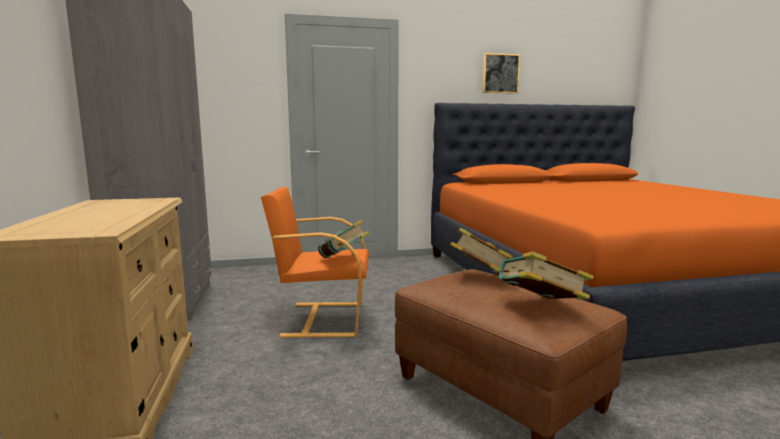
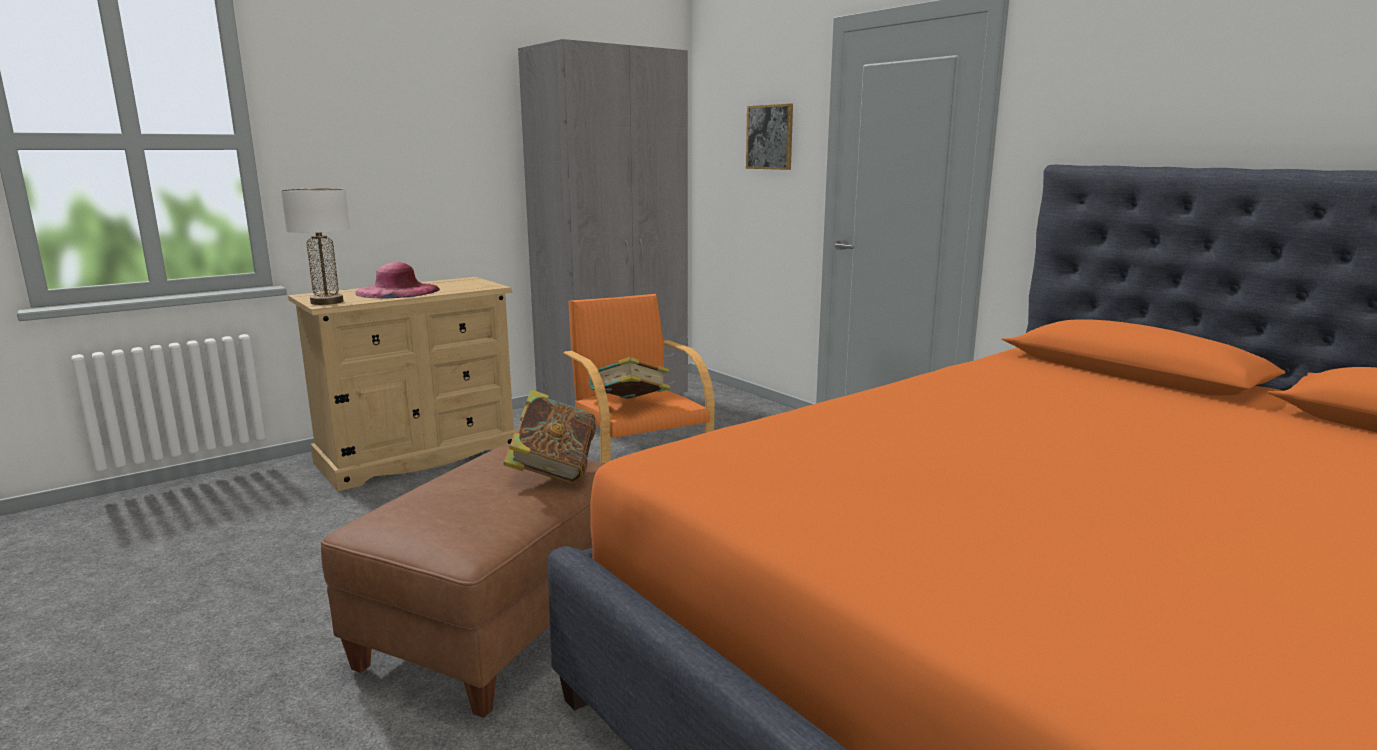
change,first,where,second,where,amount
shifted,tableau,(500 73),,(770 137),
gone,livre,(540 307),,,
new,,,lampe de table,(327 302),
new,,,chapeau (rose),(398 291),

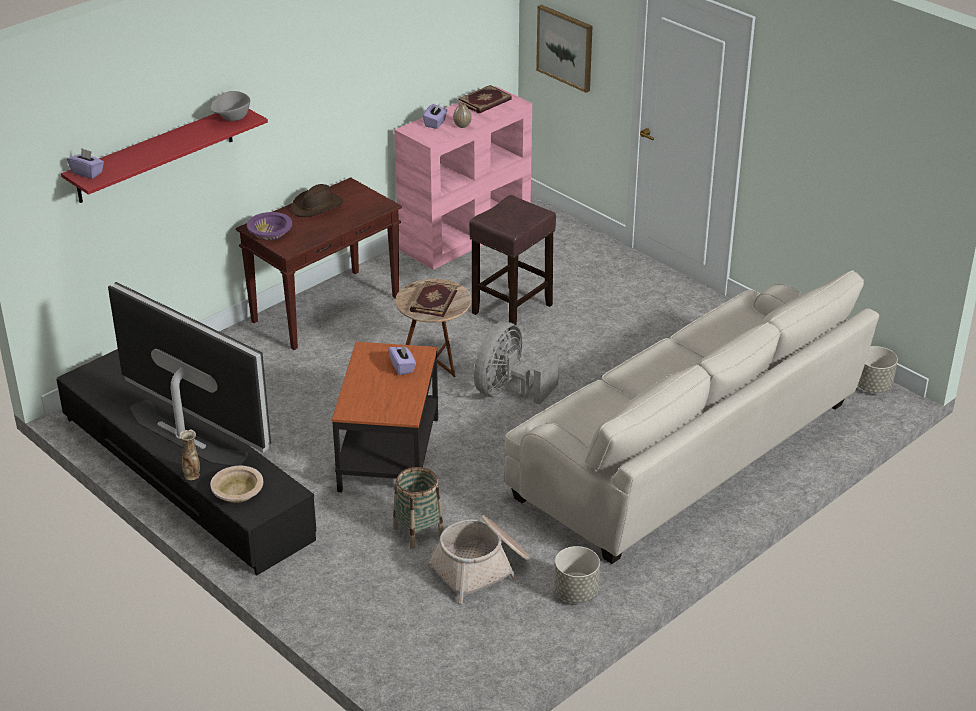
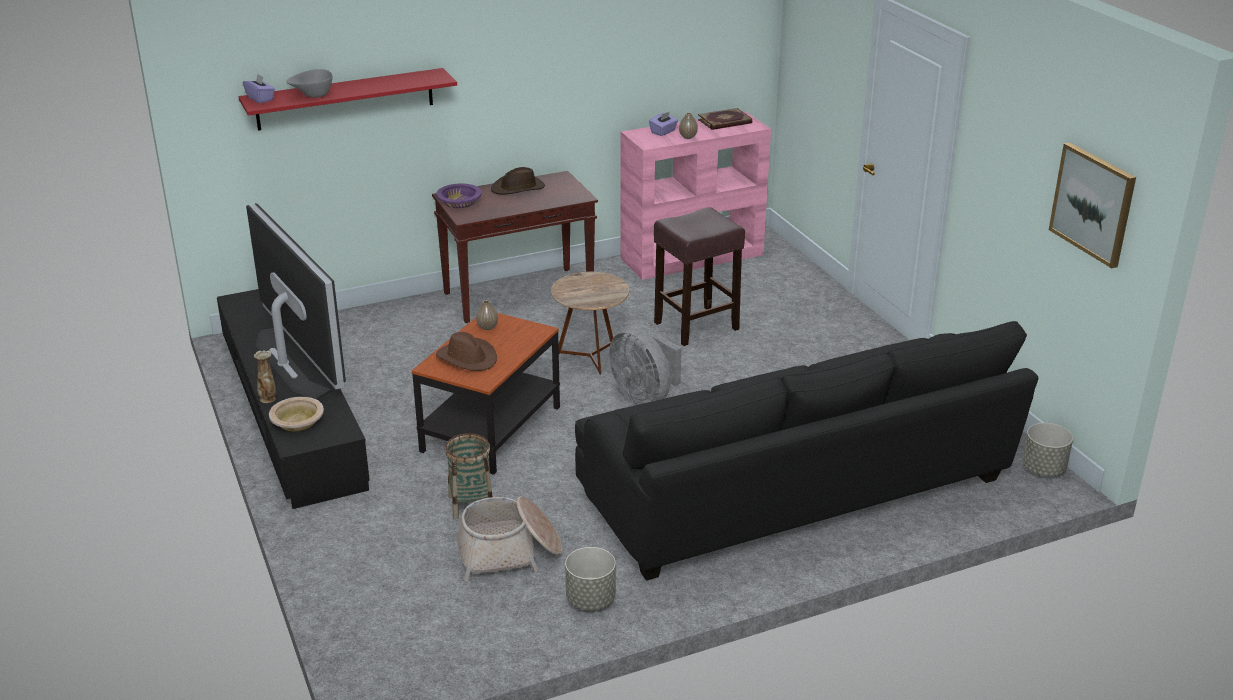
change,first,where,second,where,amount
shifted,bol (gris),(231 118),,(312 95),
gone,boîte à mouchoirs (violet),(402 367),,,
gone,livre,(433 301),,,
rotated,ventilateur (gris),(508 391),,(645 397),90 degrees counterclockwise
repainted,canapé (blanc),(688 453),canapé (noir),(796 491),
shifted,tableau,(565 47),,(1093 204),
new,,,chapeau (marron),(467 358),
new,,,vase,(487 327),

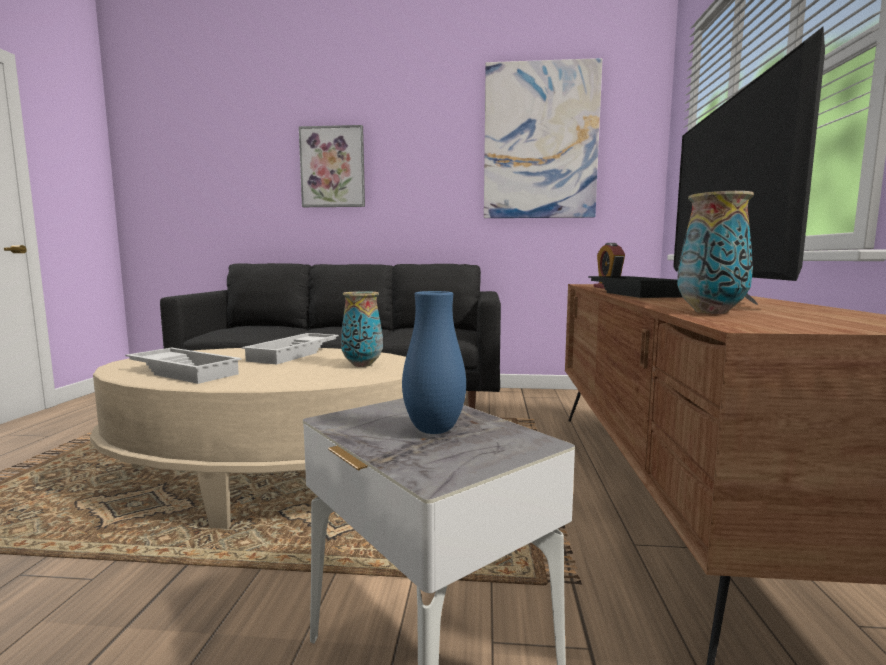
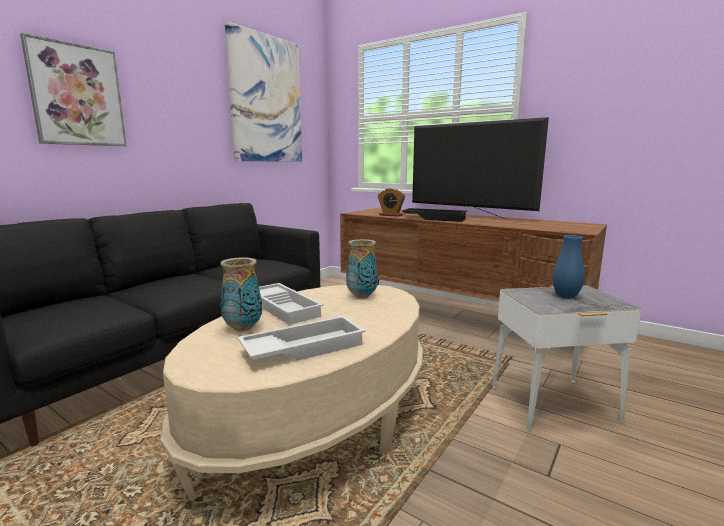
change,first,where,second,where,amount
shifted,vase,(710 312),,(243 328),

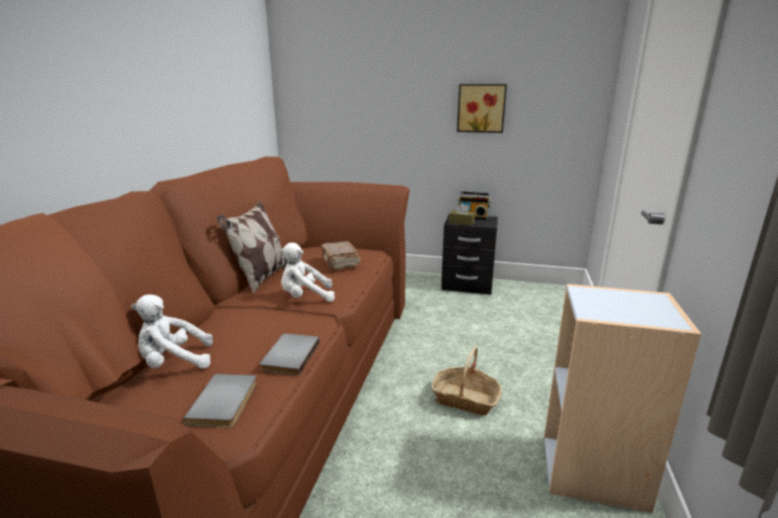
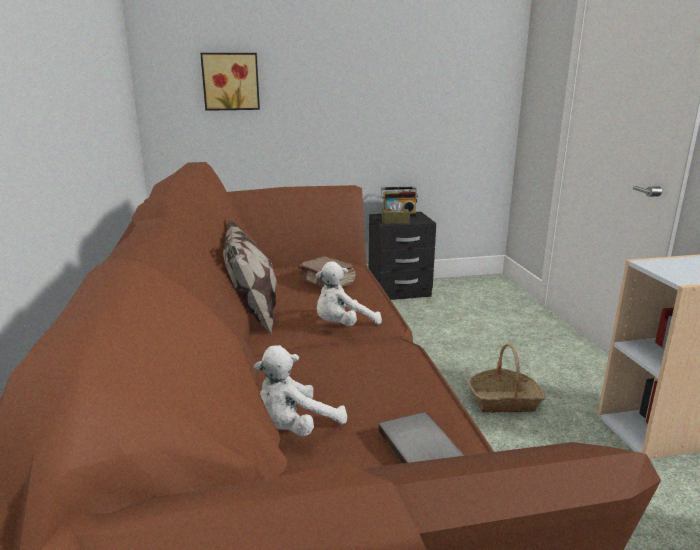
change,first,where,second,where,amount
gone,livre (gris),(288 356),,,
shifted,tableau,(481 108),,(230 81),

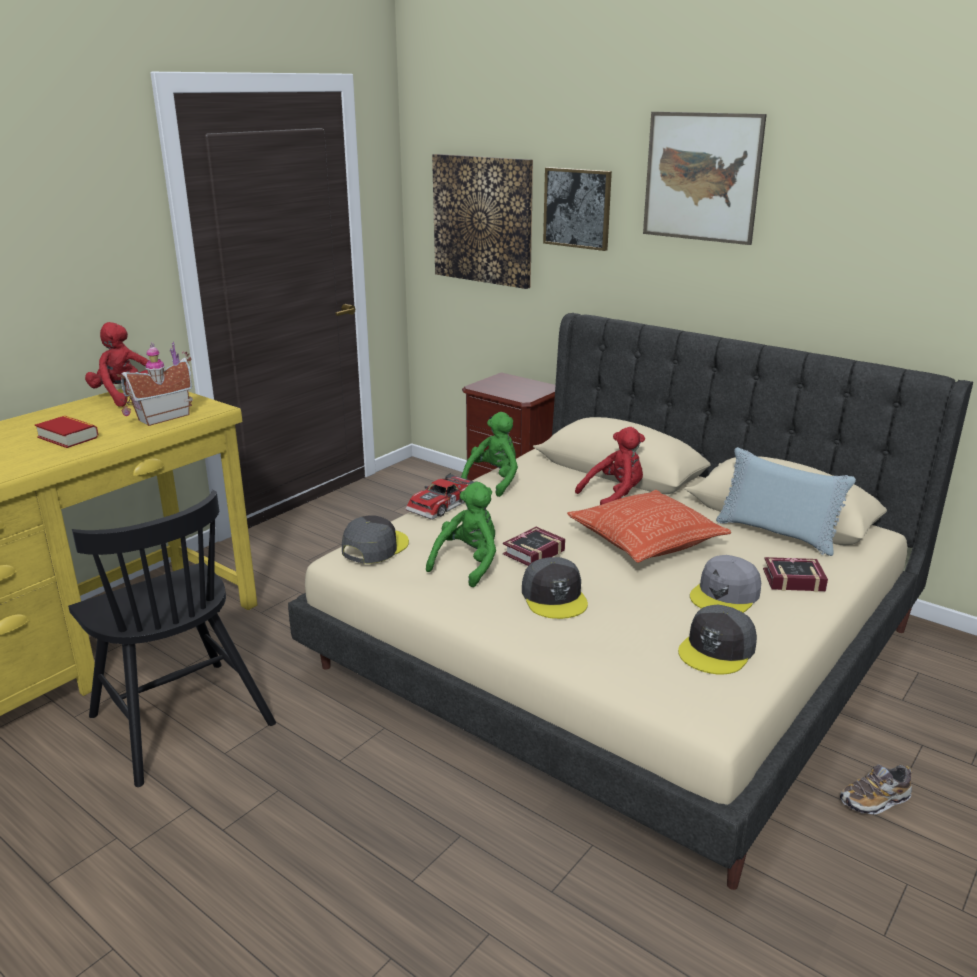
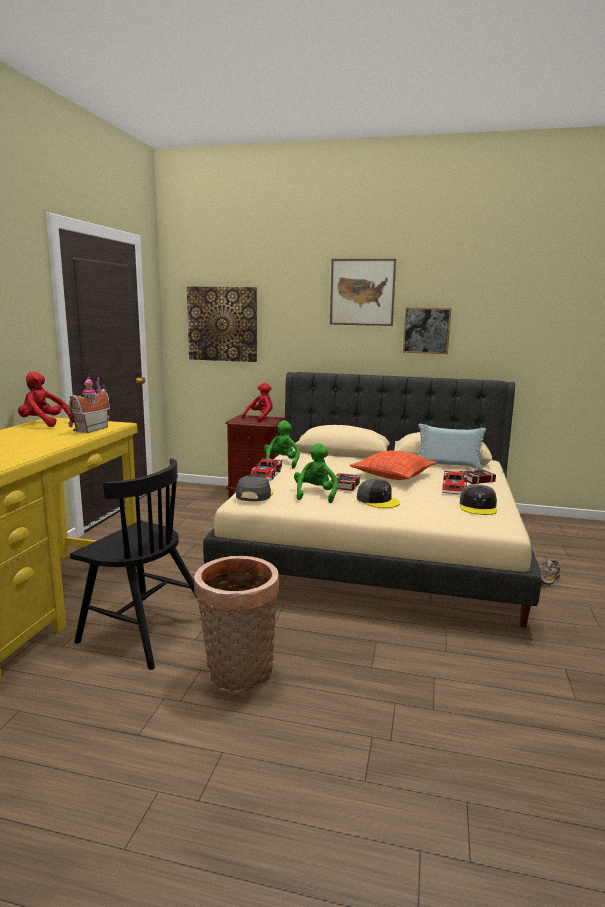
change,first,where,second,where,amount
gone,livre,(68 437),,,
shifted,tableau,(577 208),,(426 330),
shifted,peluche (rouge),(614 496),,(260 418),
swapped,casquette (gris),(725 595),petite voiture,(455 488),
new,,,panier,(238 676),

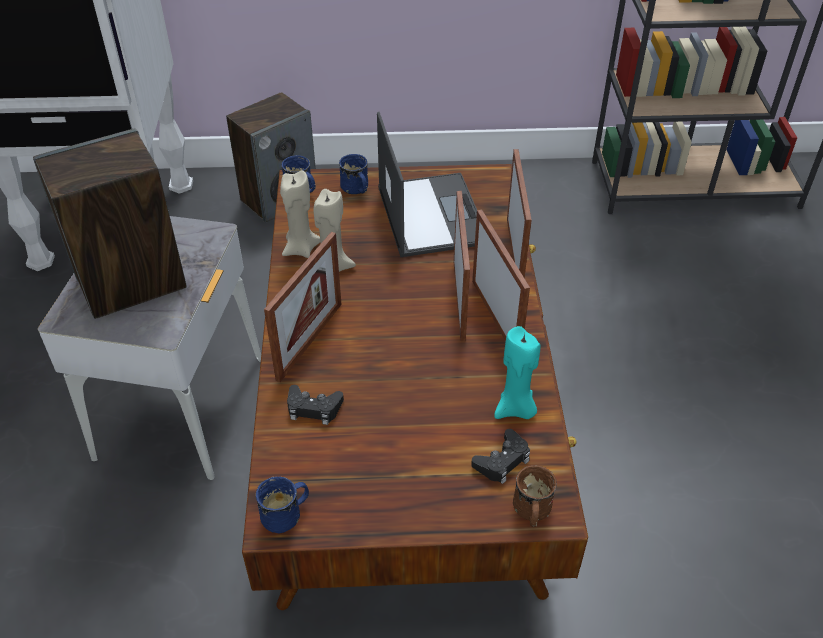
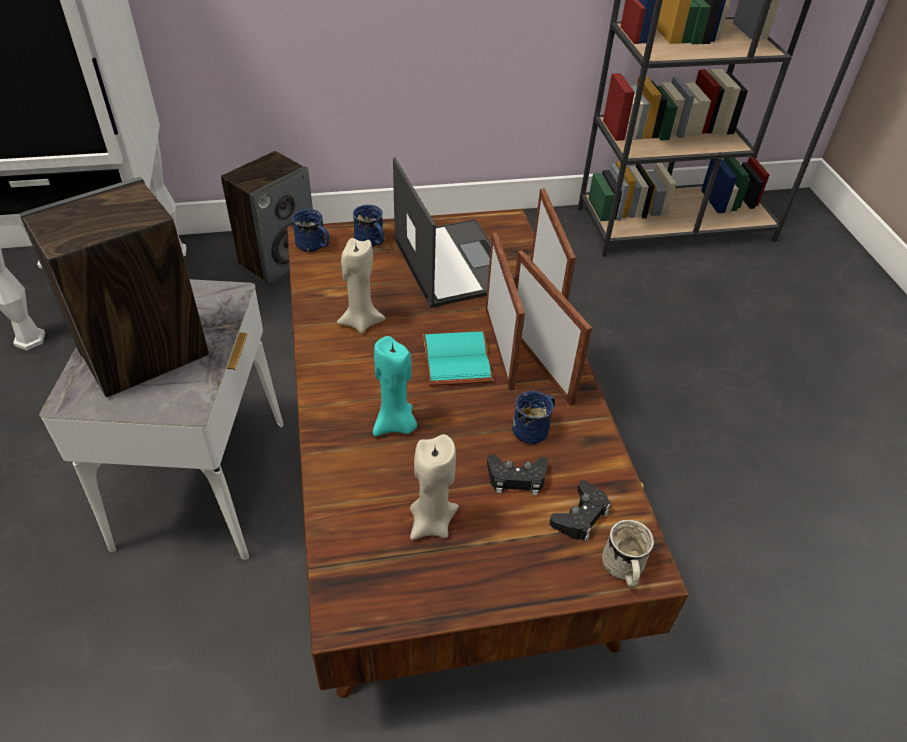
change,first,where,second,where,amount
shifted,mug (bleu),(287 514),,(535 428),
gone,cadre photo,(309 341),,,
shifted,bougie (beige),(300 249),,(431 523),
shifted,manette (noir),(313 408),,(516 478),
shifted,bougie (turquoise),(515 409),,(396 425),
repainted,mug (marron),(531 512),mug (blanc),(623 570),
new,,,livre (turquoise),(459 360),

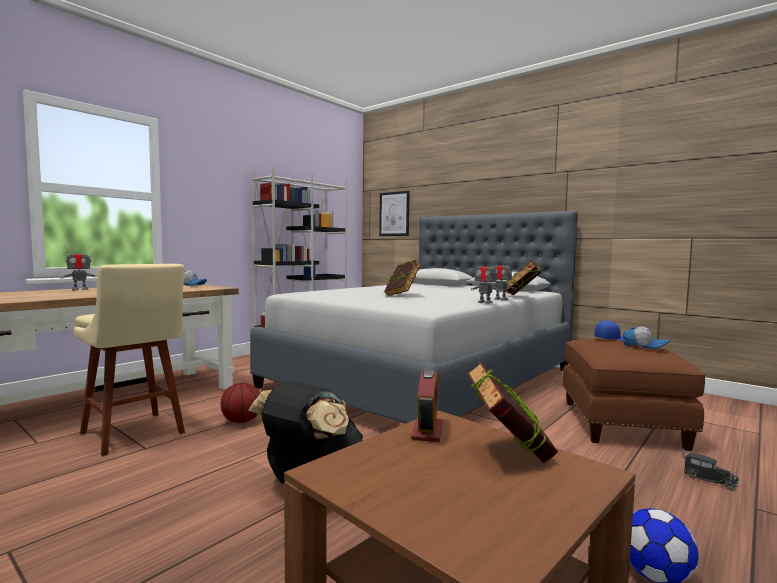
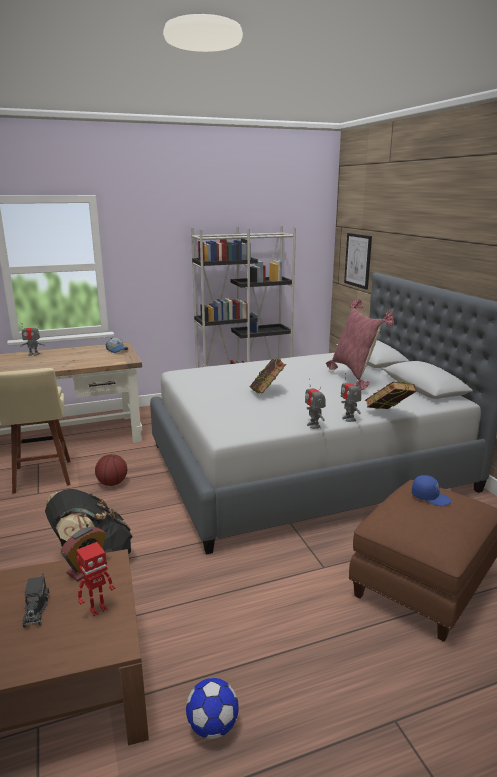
change,first,where,second,where,amount
swapped,livre,(508 454),robot jouet,(98 609),
gone,casquette,(644 346),,,
shifted,camion jouet,(707 479),,(36 608),
new,,,coussin (rouge),(356 380),

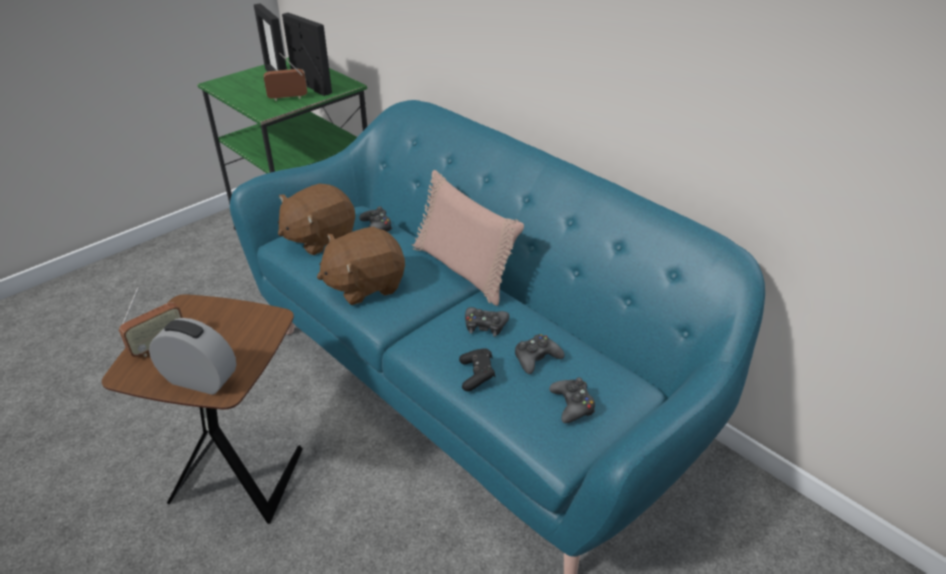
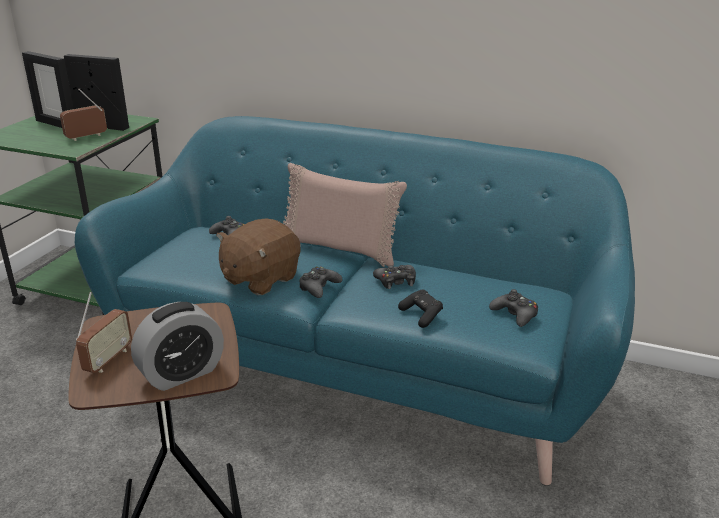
change,first,where,second,where,amount
rotated,réveil,(200 380),,(181 373),150 degrees clockwise
gone,peluche (marron),(319 238),,,
shifted,manette (noir),(536 358),,(319 287),

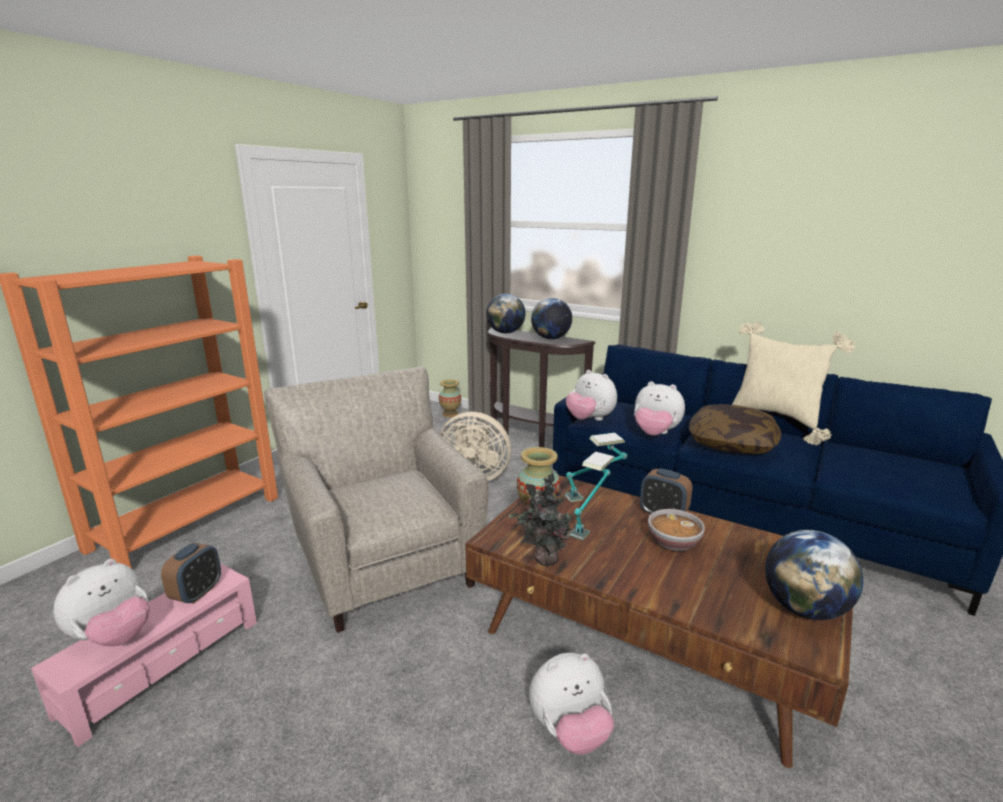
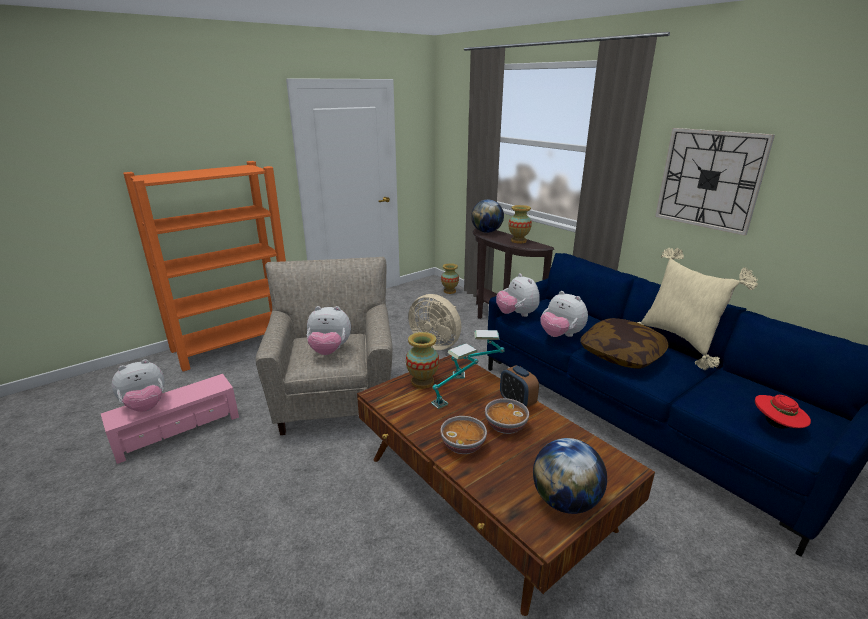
change,first,where,second,where,amount
gone,réveil,(197 593),,,
gone,plante en pot,(544 560),,,
shifted,peluche,(570 731),,(329 351),
swapped,globe,(551 338),vase,(518 241),
new,,,bol,(463 445),
new,,,horloge murale,(709 179),
new,,,chapeau (rouge),(776 426),

